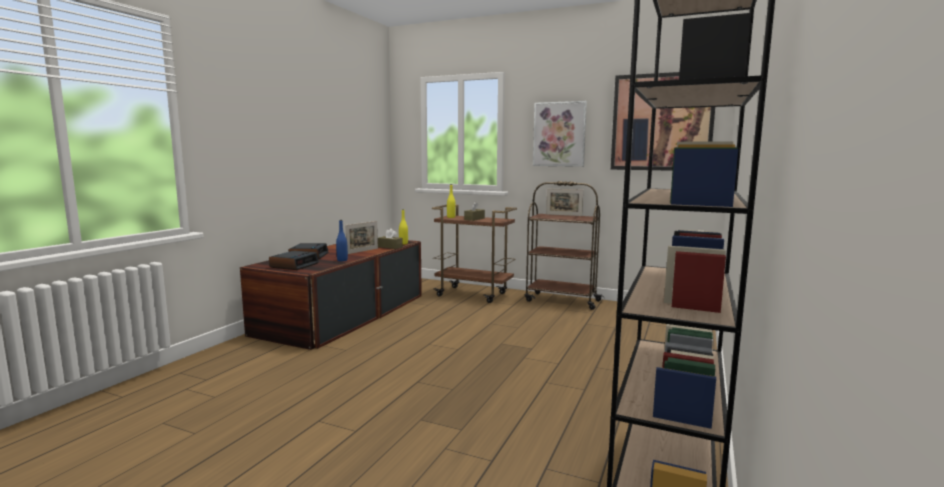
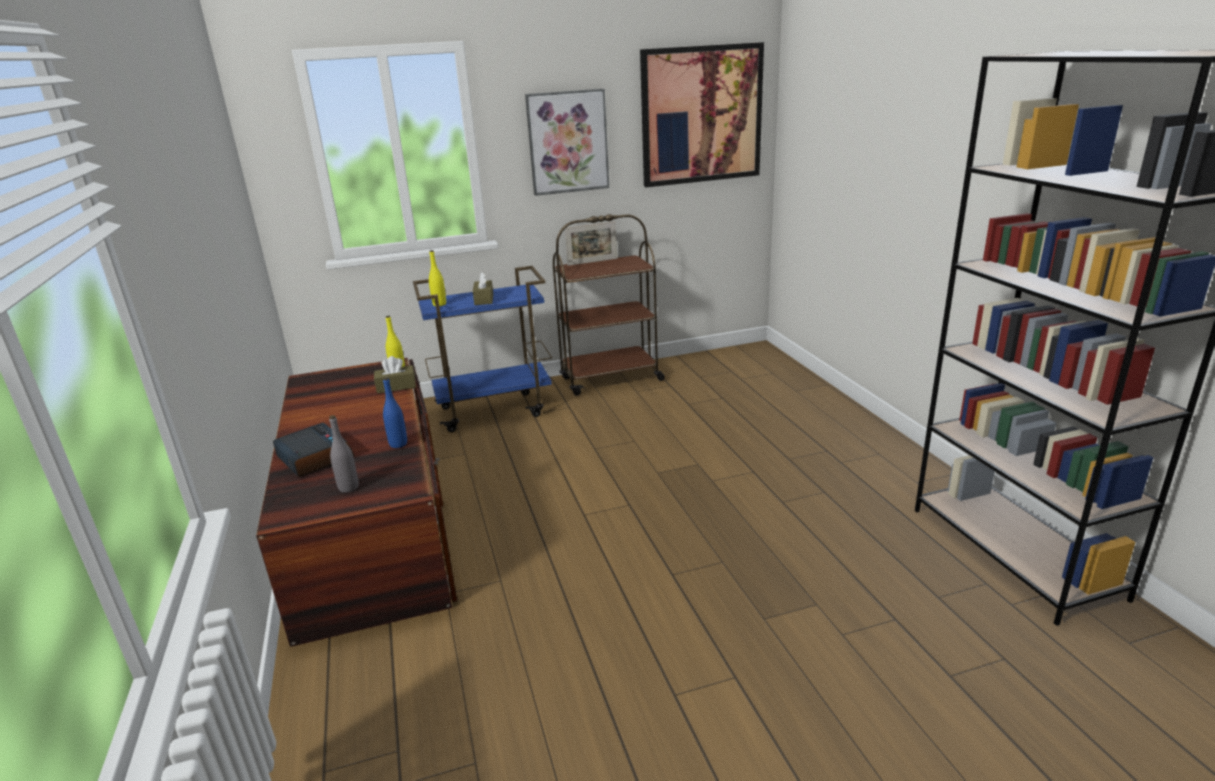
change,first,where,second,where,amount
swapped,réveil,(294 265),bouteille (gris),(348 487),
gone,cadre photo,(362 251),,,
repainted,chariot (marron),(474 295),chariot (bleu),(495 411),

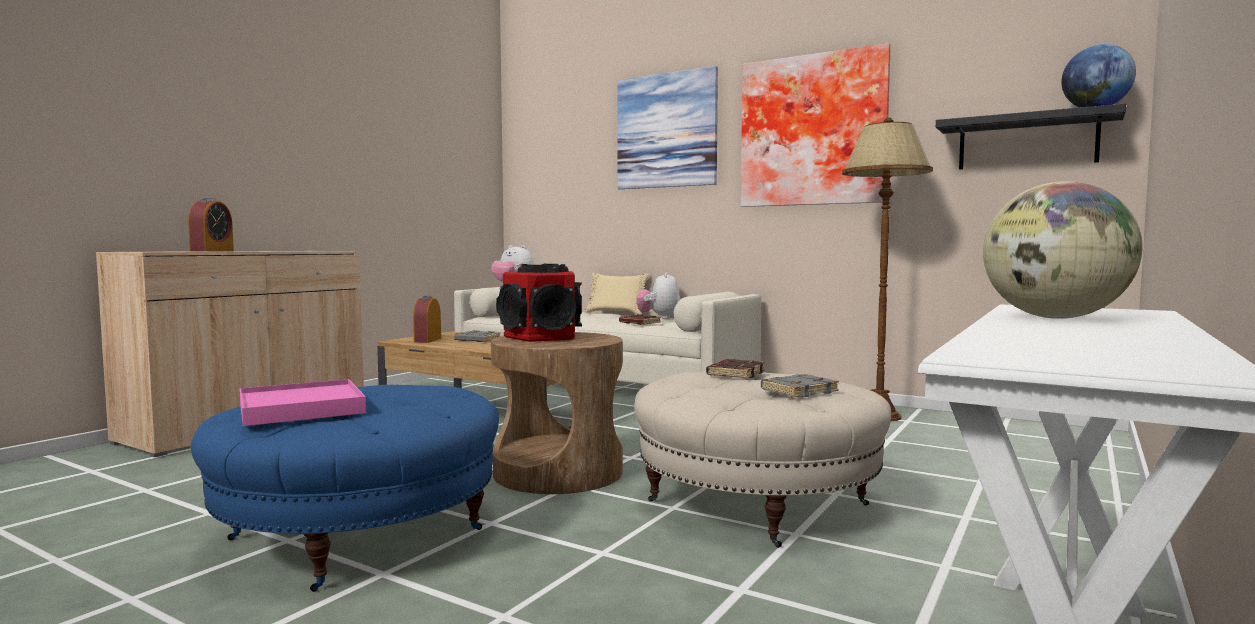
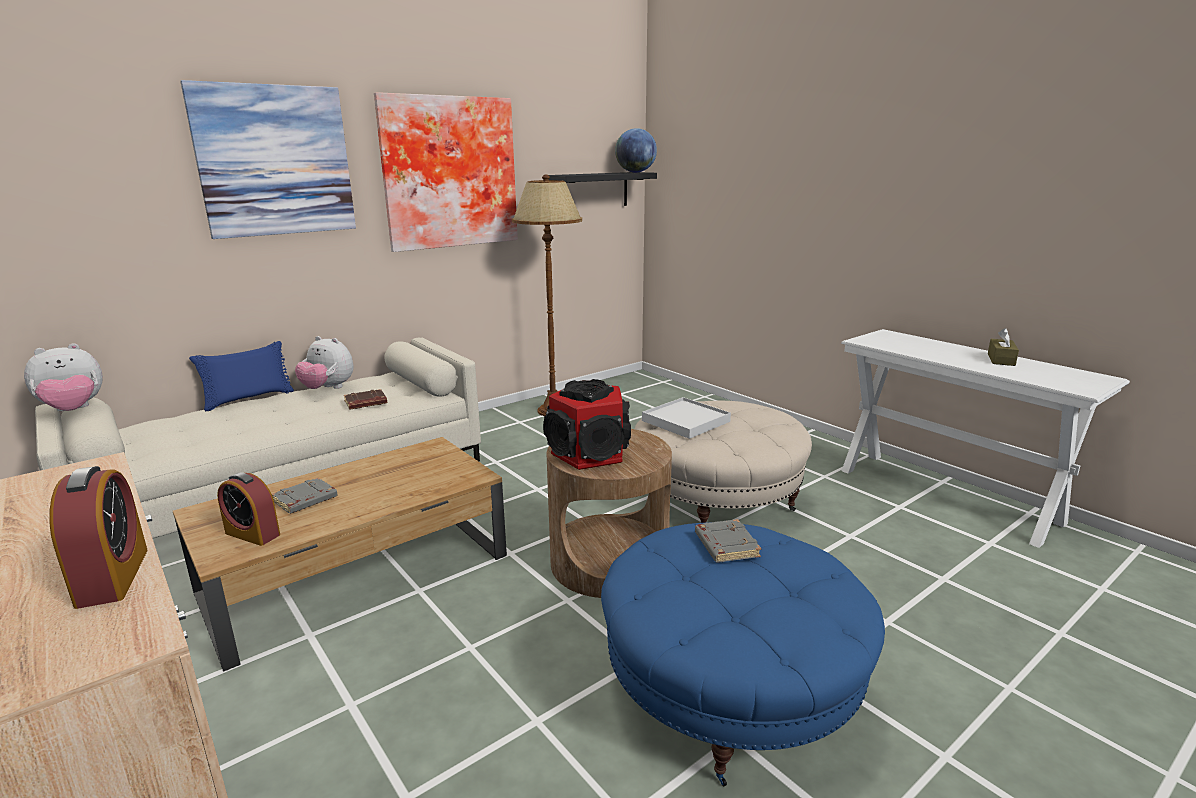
change,first,where,second,where,amount
rotated,réveil,(212 251),,(113 577),45 degrees clockwise
gone,plateau (rose),(301 408),,,
repainted,coussin (beige),(616 313),coussin (bleu),(248 399),
swapped,livre (marron),(735 374),plateau (blanc),(685 421),
shifted,livre (gris),(799 391),,(725 545),
gone,globe,(1054 318),,,
new,,,boîte à mouchoirs (marron),(1001 359),

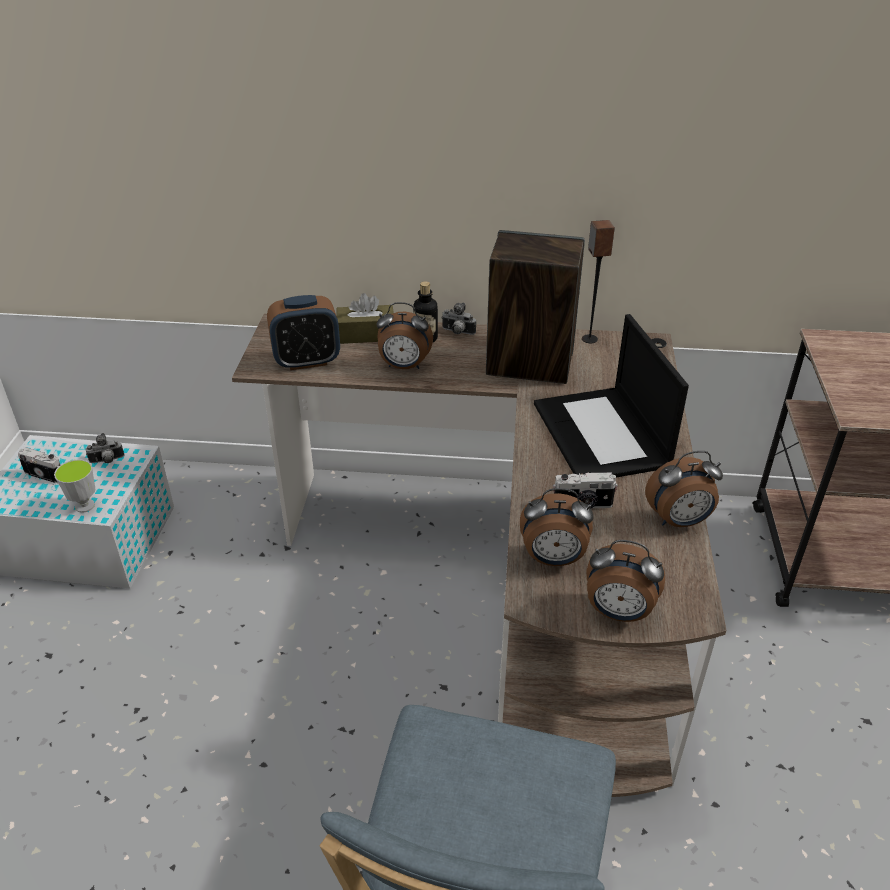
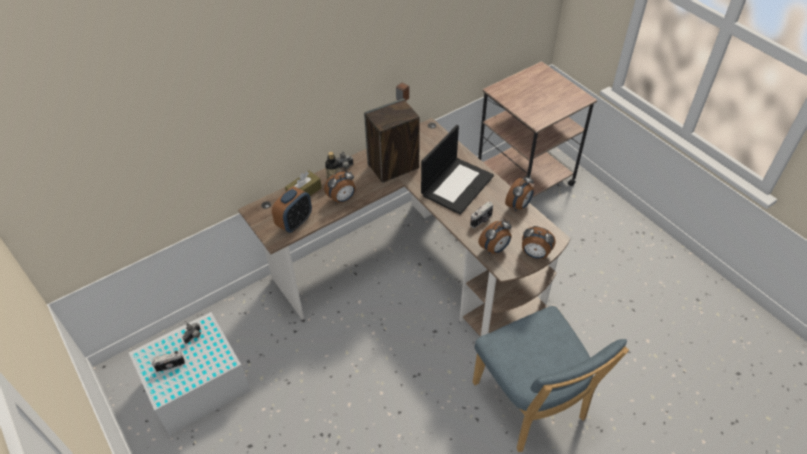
change,first,where,second,where,amount
gone,tasse,(85 506),,,
rotated,ordinateur portable,(602 435),,(457 184),90 degrees counterclockwise
rotated,réveil,(618 612),,(535 255),45 degrees clockwise

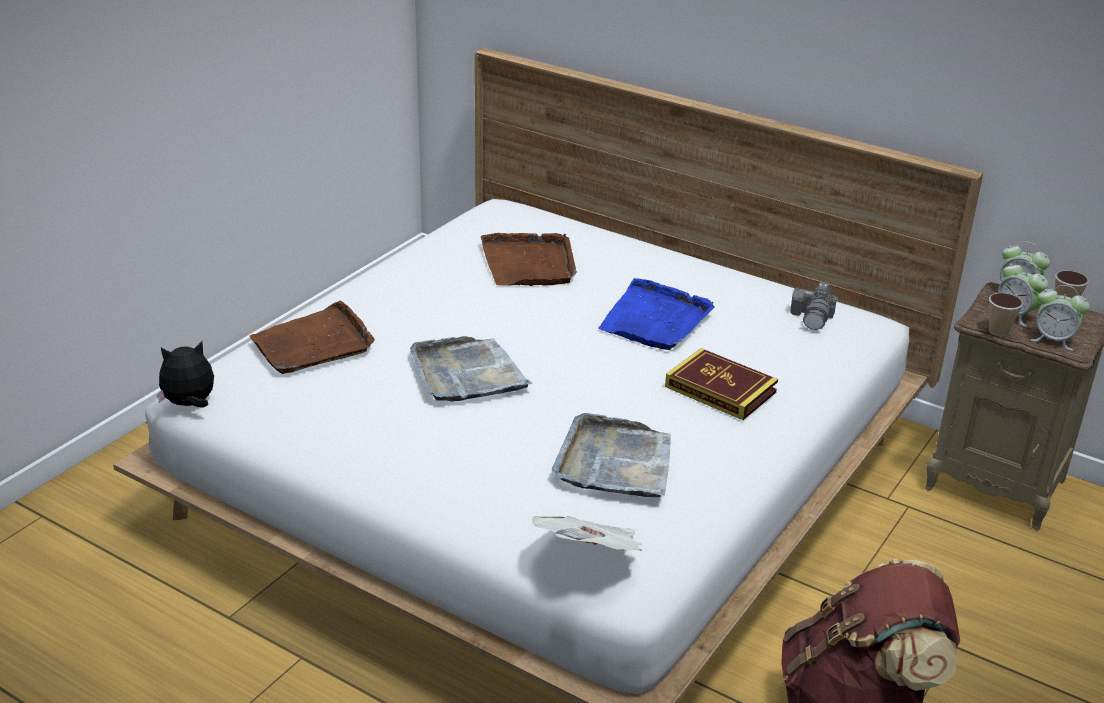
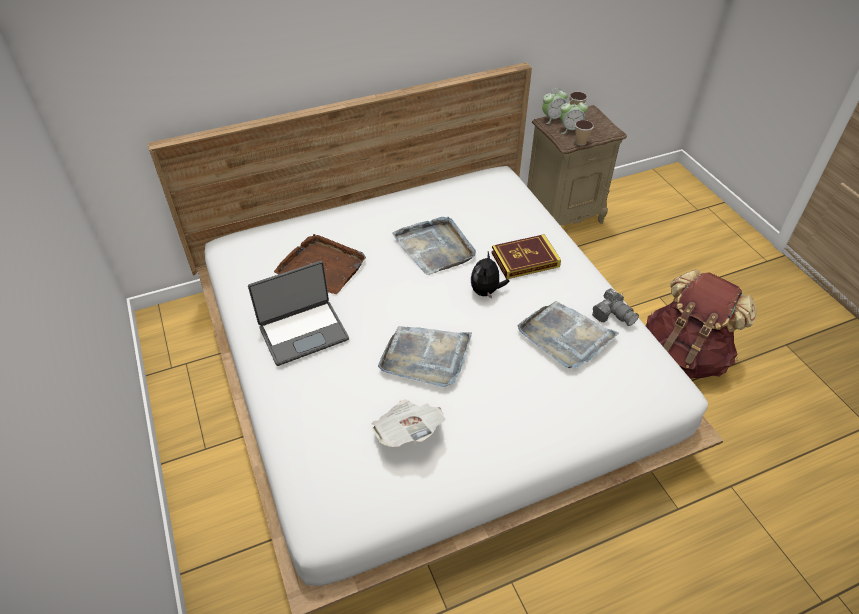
change,first,where,second,where,amount
shifted,peluche,(190 404),,(486 291),
gone,plateau (marron),(313 344),,,
shifted,journal,(591 555),,(408 432),
repainted,plateau (bleu),(655 319),plateau (gris),(435 247),
shifted,appareil photo,(813 317),,(613 315),
gone,réveil,(1053 340),,,
new,,,ordinateur portable,(303 332),

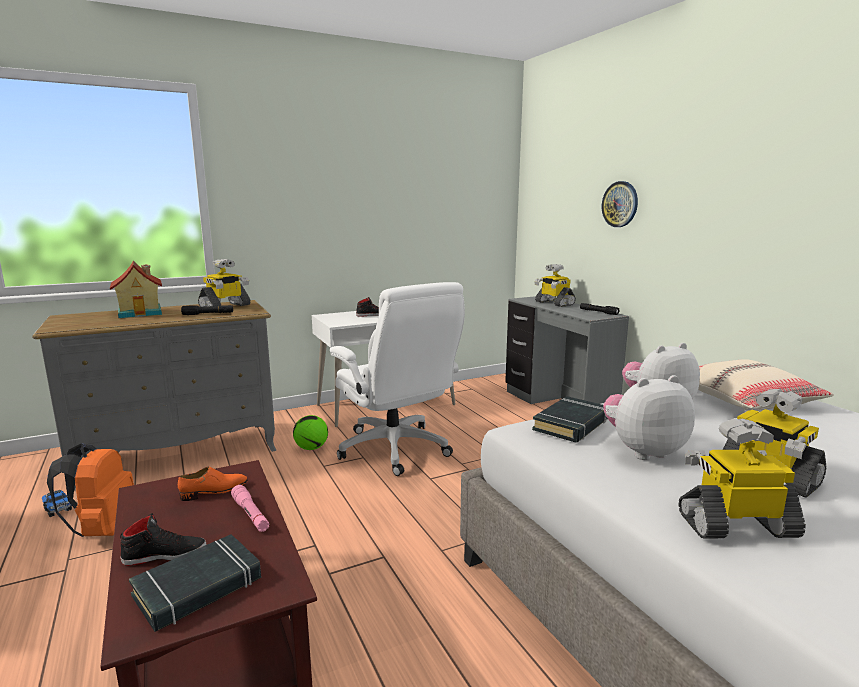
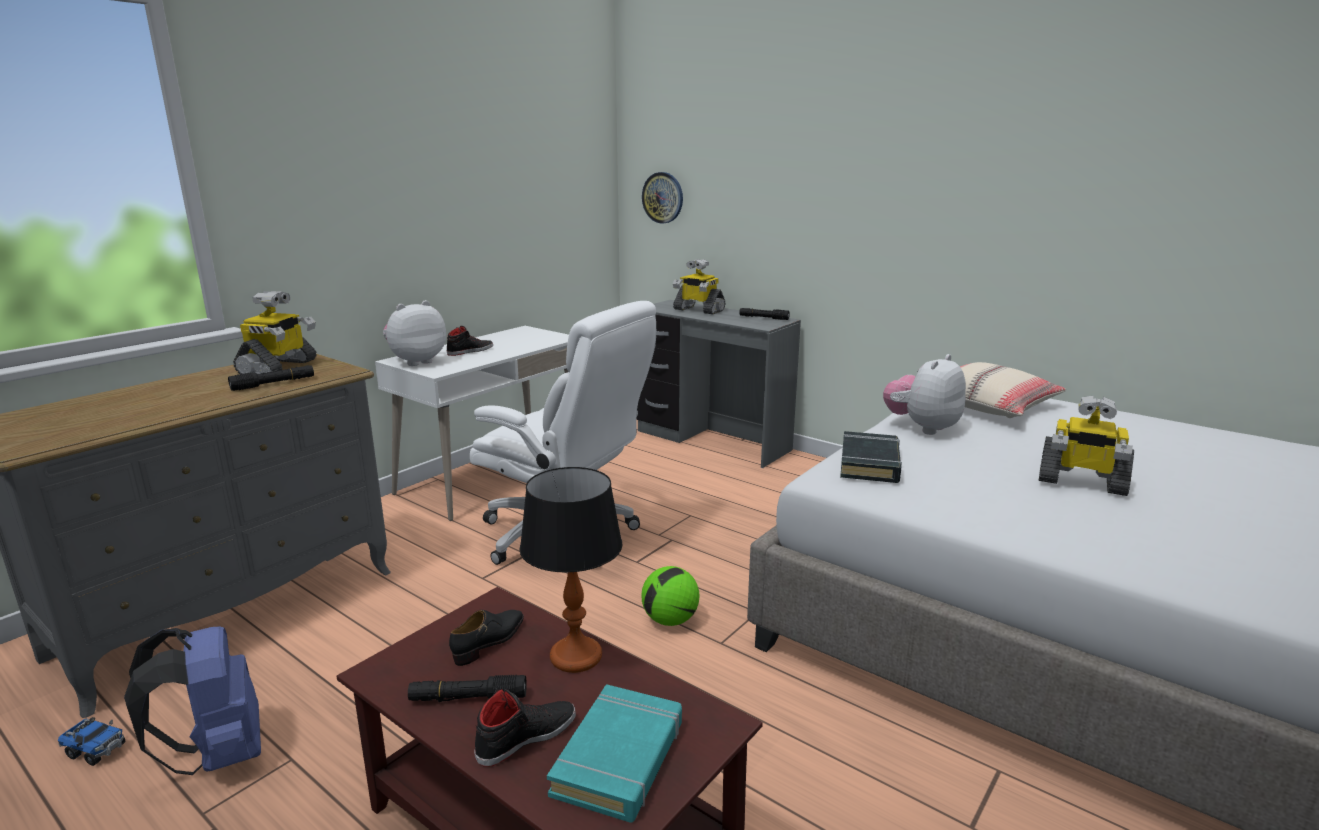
change,first,where,second,where,amount
repainted,sac à dos (orange),(103 529),sac à dos (bleu),(218 755),
gone,maison miniature,(142 312),,,
repainted,livre (noir),(198 587),livre (turquoise),(619 758),
repainted,chaussure (orange),(214 491),chaussure (noir),(490 642),
swapped,lampe de poche (rose),(250 514),lampe de table,(576 657),
shifted,ballon de foot,(311 448),,(670 620),
shifted,horloge murale,(620 204),,(663 197),
shifted,peluche,(643 451),,(416 361),
gone,robot jouet,(736 524),,,
new,,,lampe de poche (noir),(468 698),

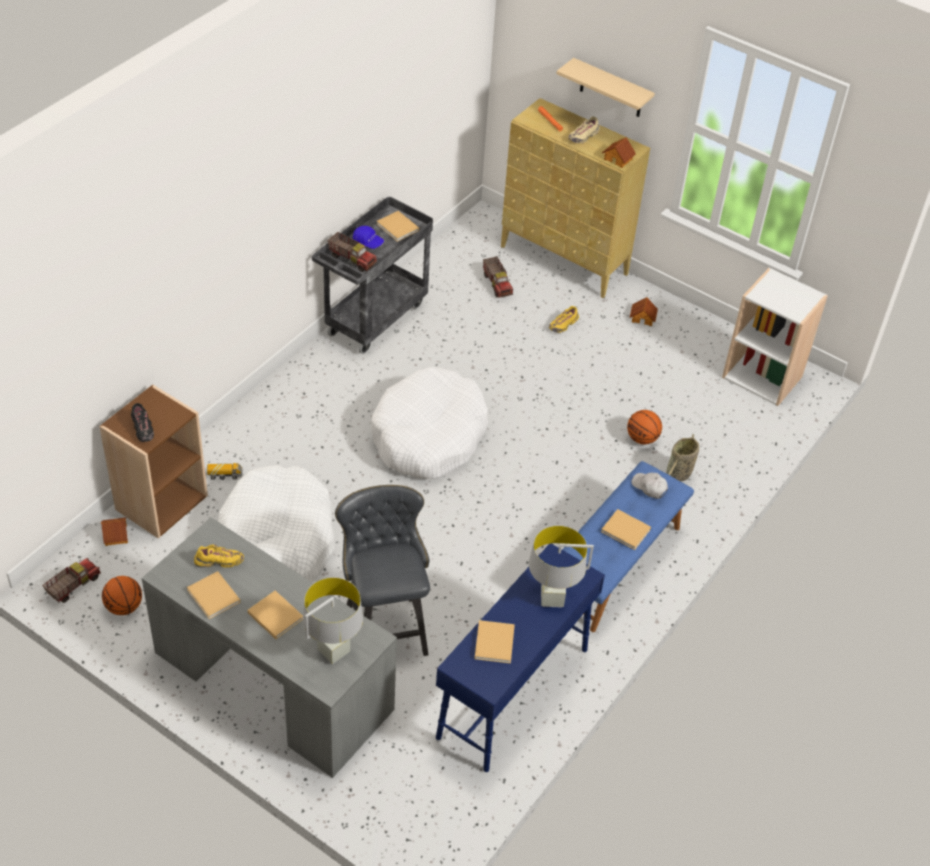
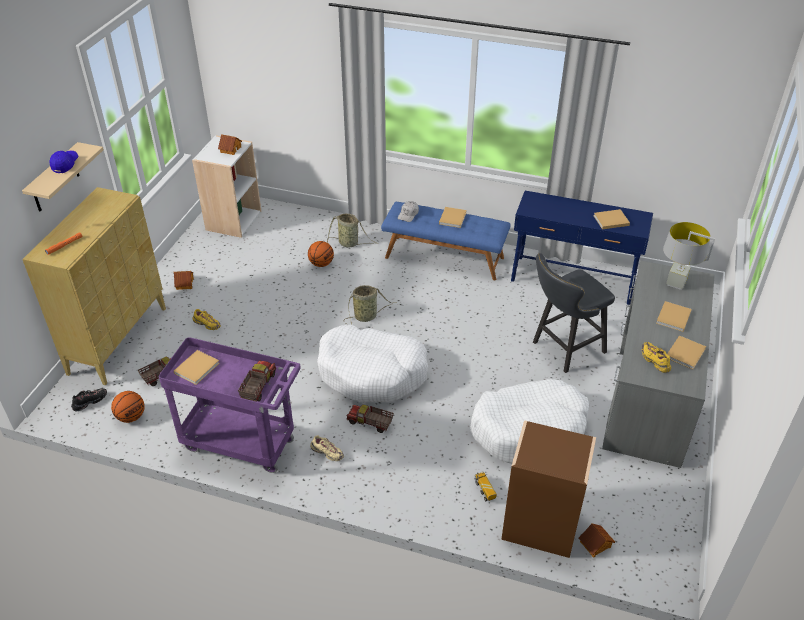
change,first,where,second,where,amount
shifted,camion jouet,(73 586),,(370 423),
shifted,ballon de basket,(124 607),,(131 417),
shifted,chaussure (noir),(142 429),,(90 402),
repainted,chariot (gris),(373 323),chariot (violet),(244 447),
shifted,casquette (bleu),(368 243),,(65 165),
gone,lampe de table (gris),(552 599),,,
shifted,chaussure (beige),(583 137),,(327 453),
shifted,maison miniature,(618 159),,(230 149),
new,,,panier,(367 316),

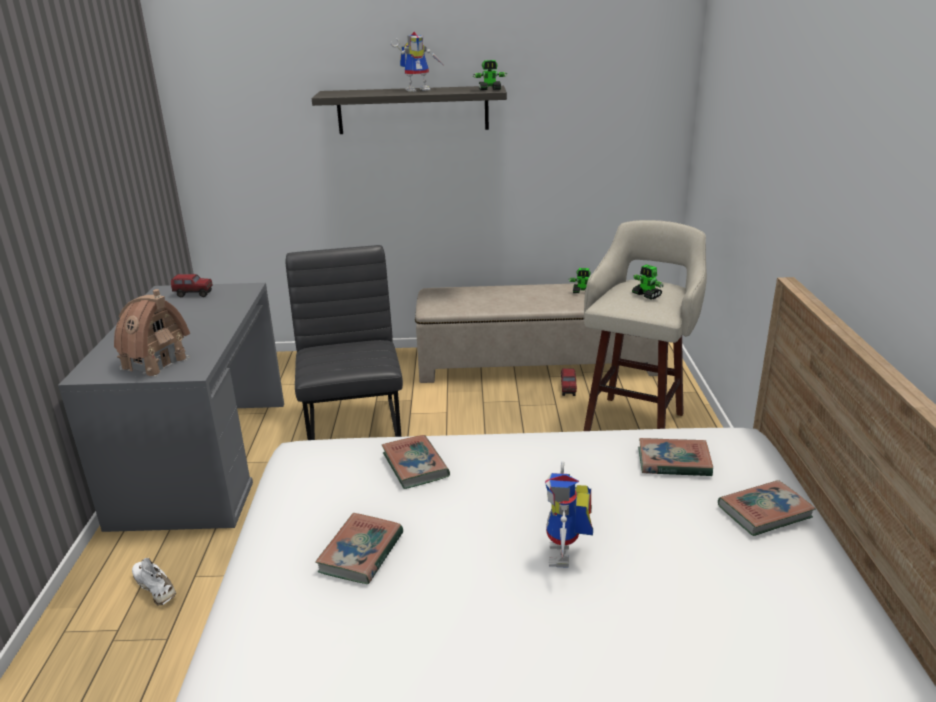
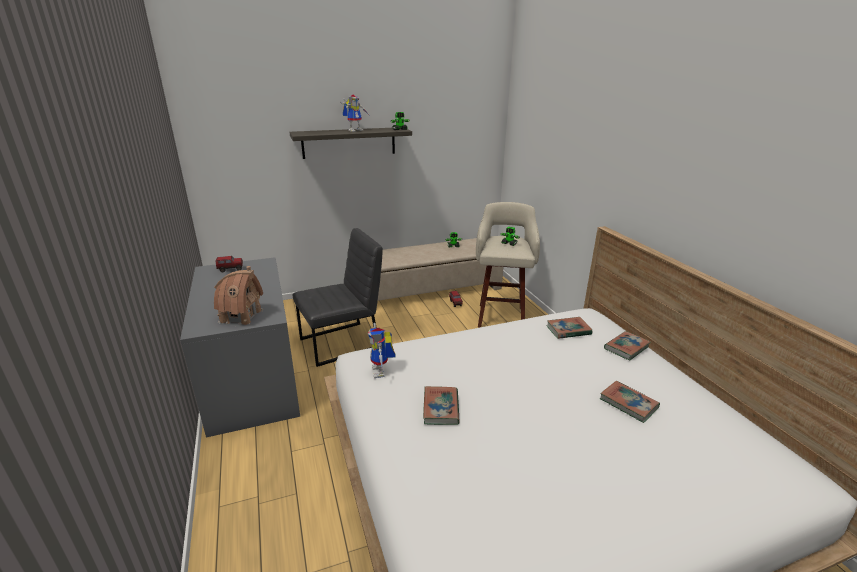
change,first,where,second,where,amount
gone,chaussure (blanc),(156 586),,,
rotated,chaise (gris),(355 428),,(342 343),90 degrees clockwise
shifted,livre,(415 465),,(628 403),
shifted,robot jouet,(566 556),,(382 372),

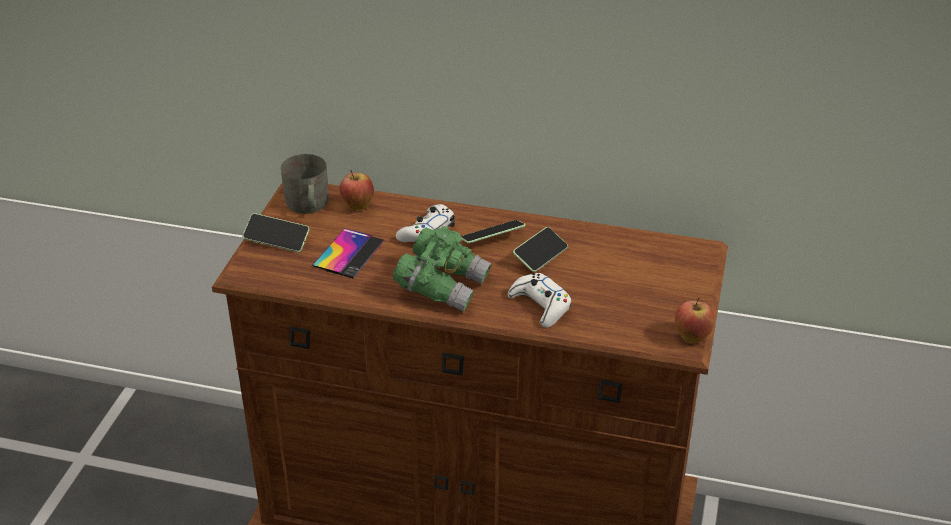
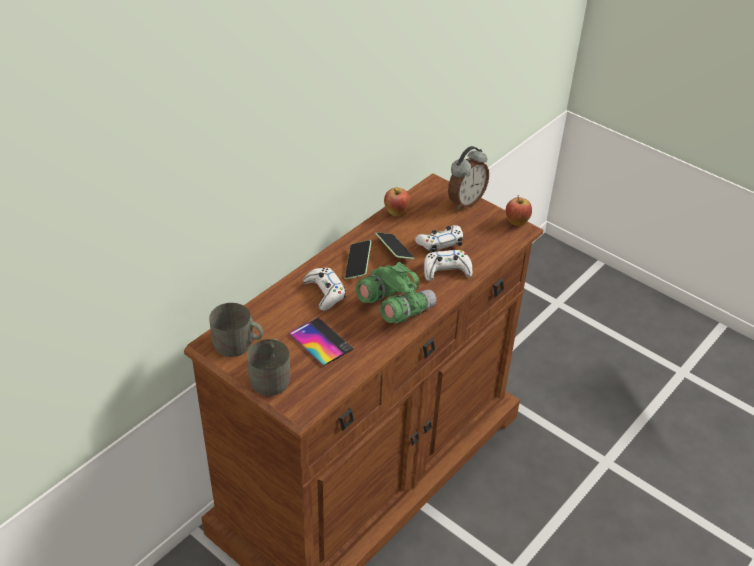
change,first,where,second,where,amount
swapped,téléphone,(277 240),mug (gris),(272 376),
shifted,pomme,(357 206),,(396 213),
new,,,manette (blanc),(440 243),
new,,,réveil,(465 201),

